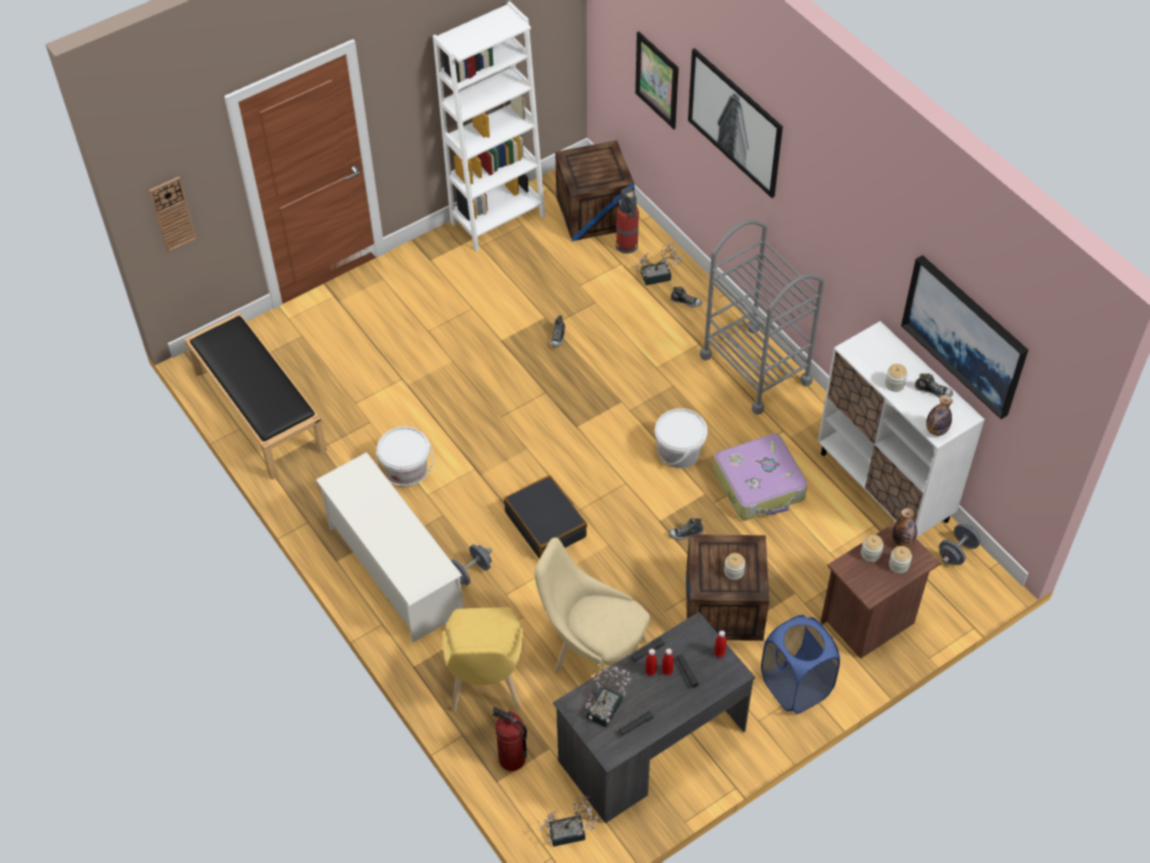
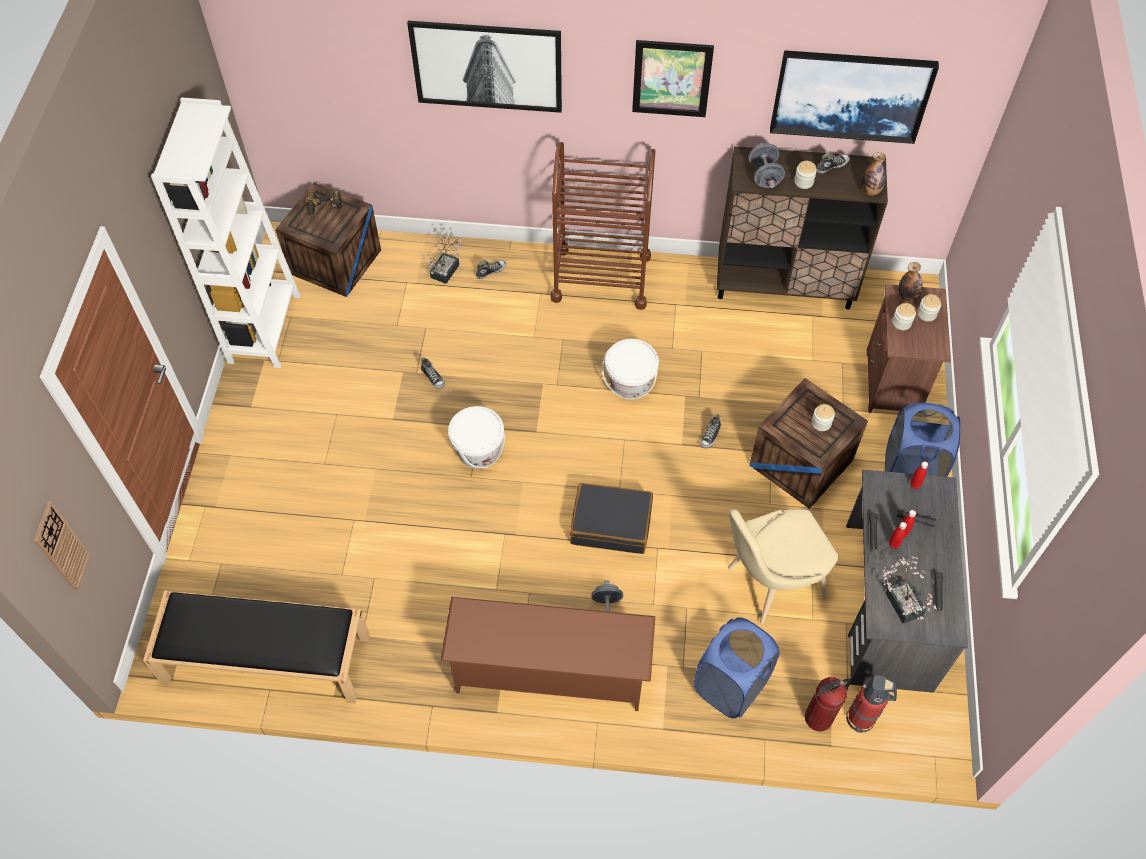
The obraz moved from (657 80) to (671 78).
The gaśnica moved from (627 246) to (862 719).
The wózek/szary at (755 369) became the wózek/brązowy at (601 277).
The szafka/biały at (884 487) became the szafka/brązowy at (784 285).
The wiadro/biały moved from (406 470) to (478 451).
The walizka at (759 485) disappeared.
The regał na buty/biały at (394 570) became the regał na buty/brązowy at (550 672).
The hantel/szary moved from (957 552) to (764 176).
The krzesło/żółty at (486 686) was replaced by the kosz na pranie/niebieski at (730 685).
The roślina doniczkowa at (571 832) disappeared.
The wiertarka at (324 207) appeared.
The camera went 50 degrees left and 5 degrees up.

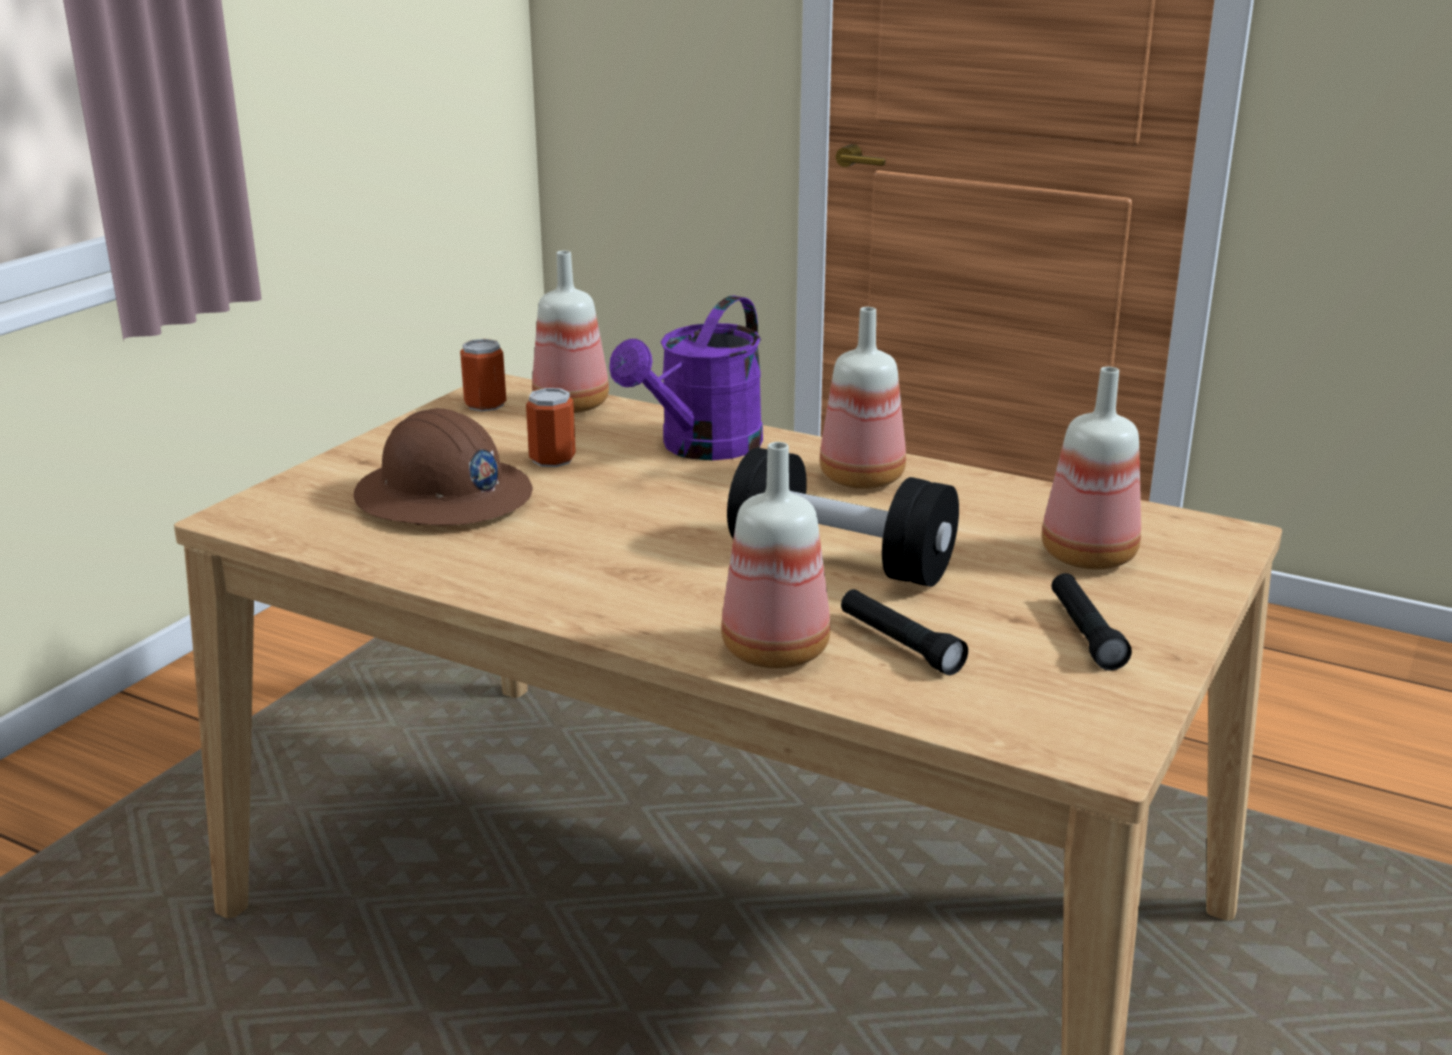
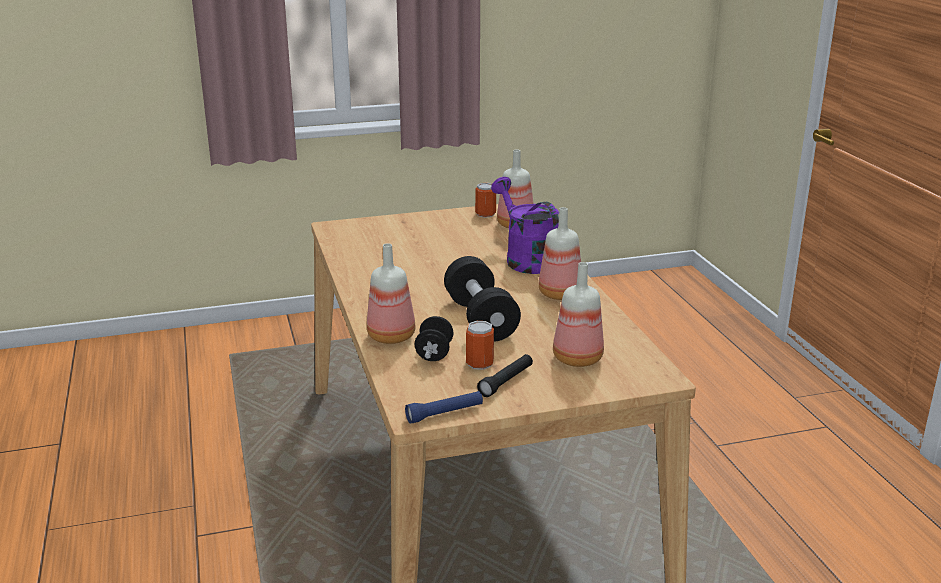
The konewka/fioletowy at (701 448) turned 75 degrees clockwise.
The puszka moved from (552 459) to (479 363).
The kask/brązowy at (443 497) disappeared.
The latarka/czarny at (899 644) was replaced by the hantel/czarny at (434 353).
The latarka/niebieski at (444 413) appeared.
The camera went 45 degrees right and 0 degrees up.

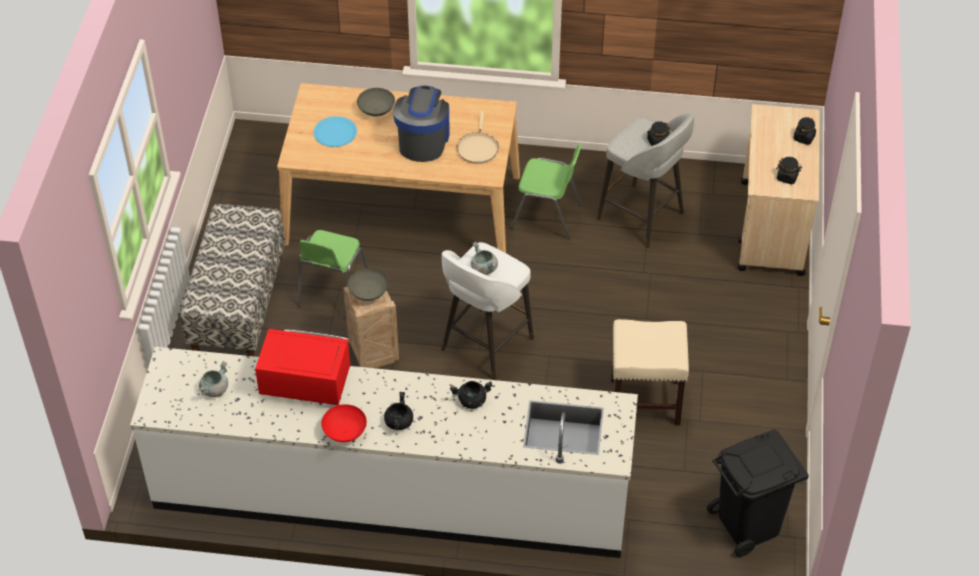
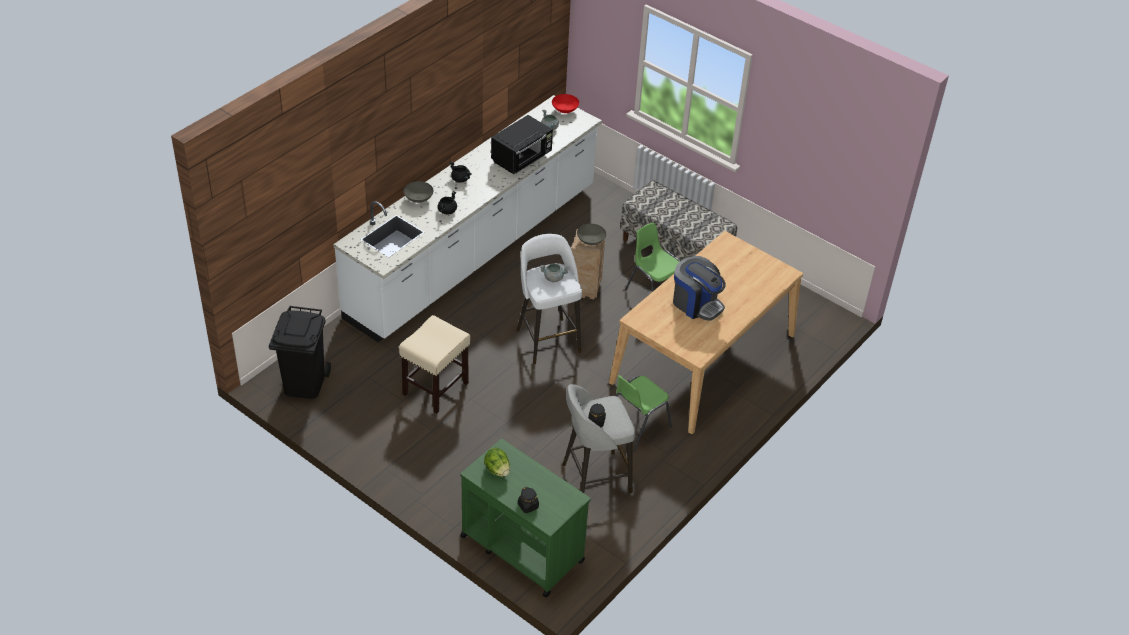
The miska/szary moved from (377 111) to (418 199).
The wózek/beżowy at (771 228) became the wózek/zielony at (521 548).
The patelnia/beżowy at (477 148) disappeared.
The talerz/niebieski at (335 132) disappeared.
The słoik/czarny at (787 177) was replaced by the sałata at (497 470).
The mikrofalówka/czerwony at (304 383) became the mikrofalówka/czarny at (522 158).
The miska/czerwony moved from (344 432) to (565 110).
The camera went 120 degrees right and 5 degrees down.

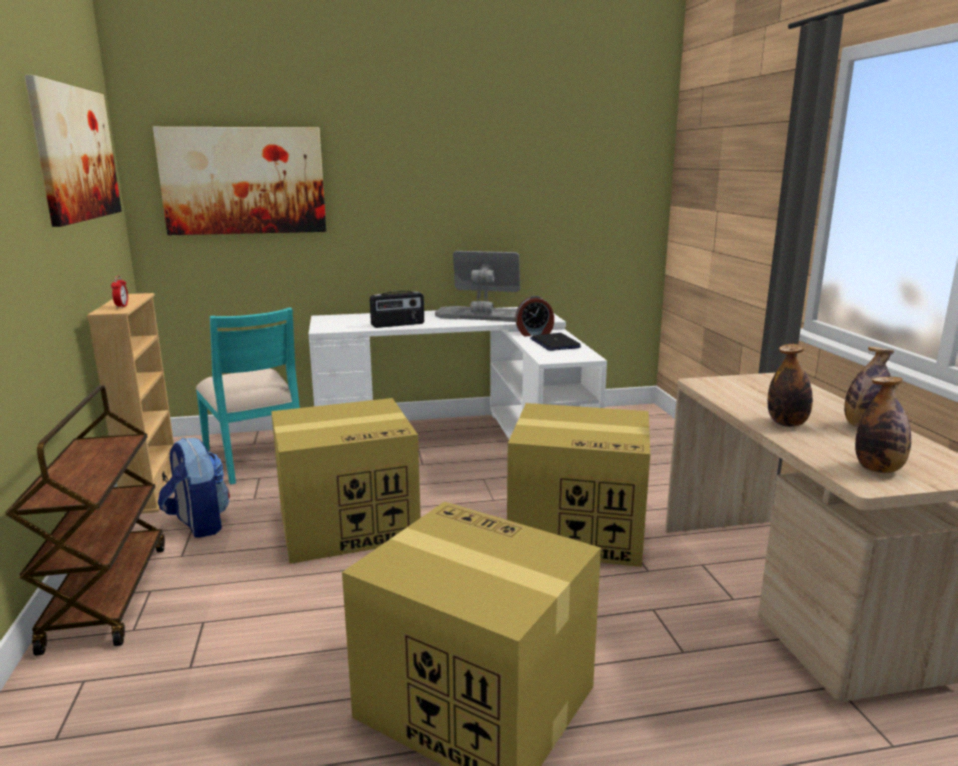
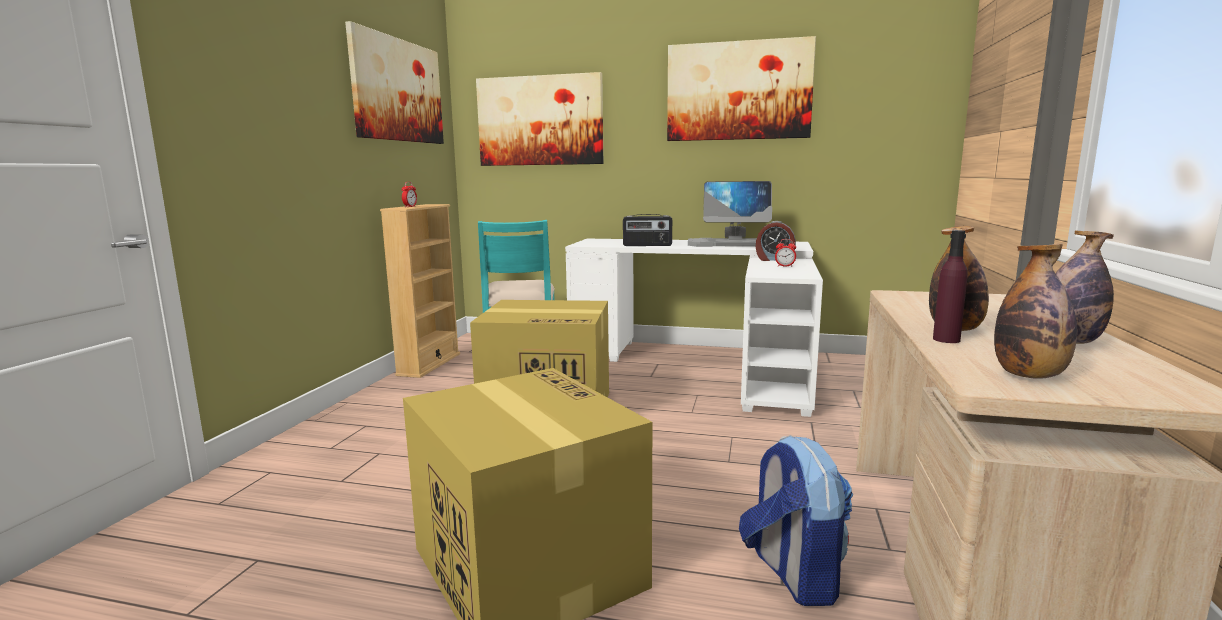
The monitor at (484 315) turned 150 degrees clockwise.
The laptop at (554 343) was replaced by the budzik at (785 266).
The wózek/brązowy at (107 595) disappeared.
The karton at (579 529) disappeared.
The plecak moved from (198 524) to (792 574).
The obraz at (738 91) appeared.
The butelka/fioletowy at (946 339) appeared.
The camera went 25 degrees right and 5 degrees down.

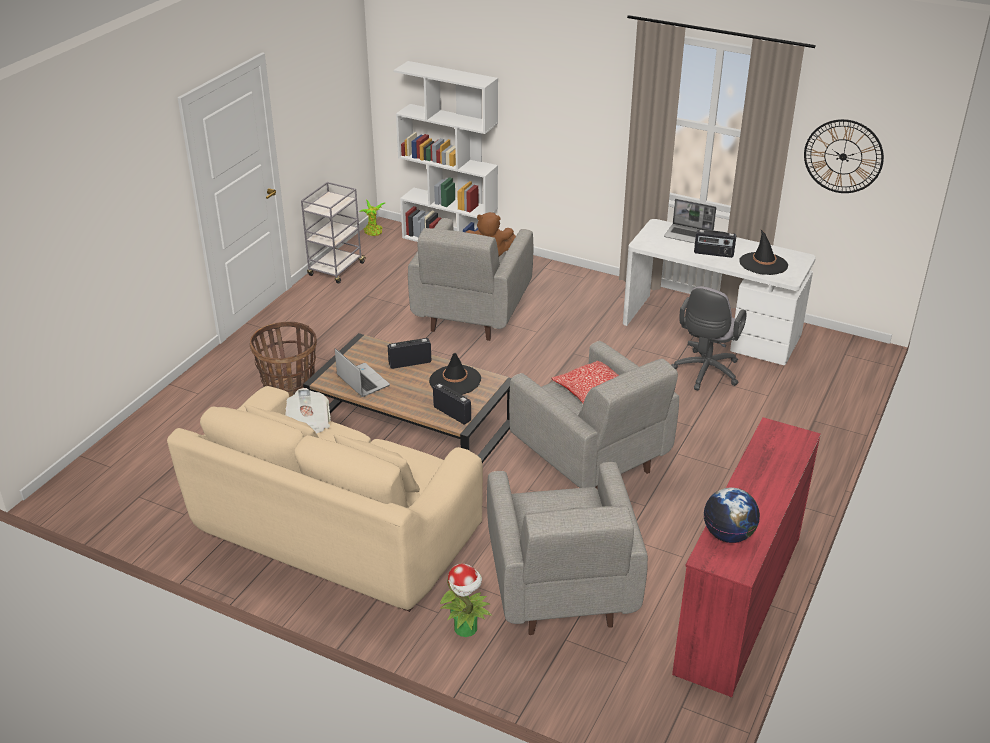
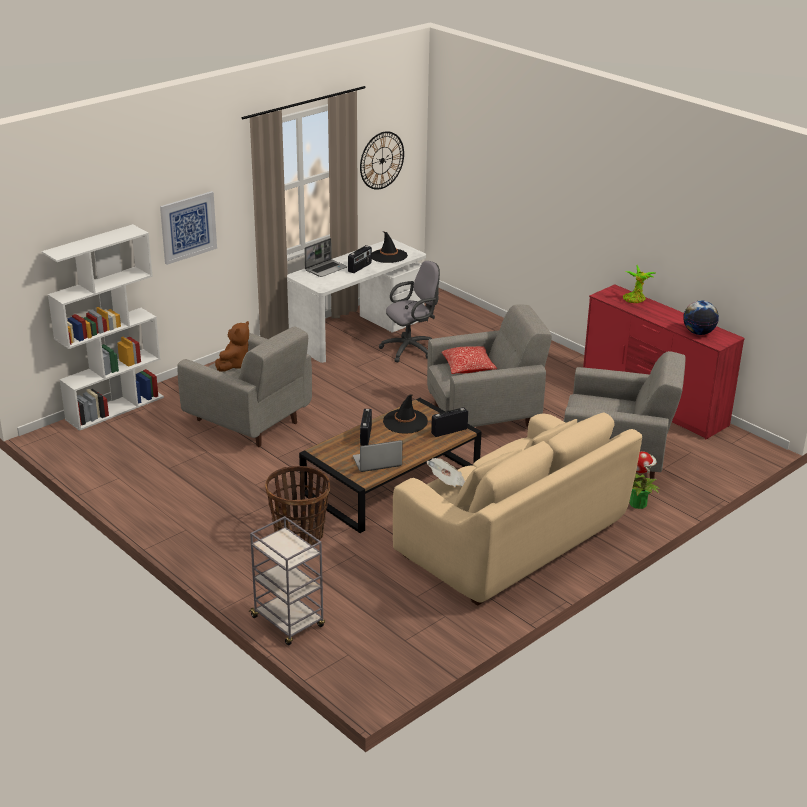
The wózek/szary moved from (336 270) to (288 622).
The roślina doniczkowa moved from (373 232) to (635 300).
The krzesło biurowe/szary at (705 373) turned 75 degrees counterclockwise.
The obraz at (188 227) appeared.
The camera went 70 degrees left and 5 degrees down.

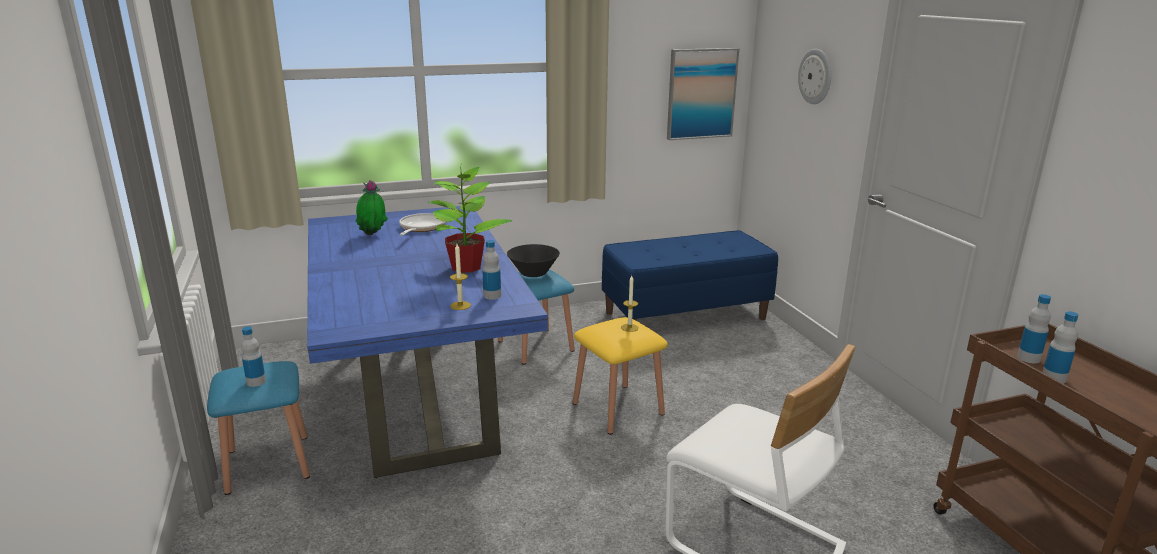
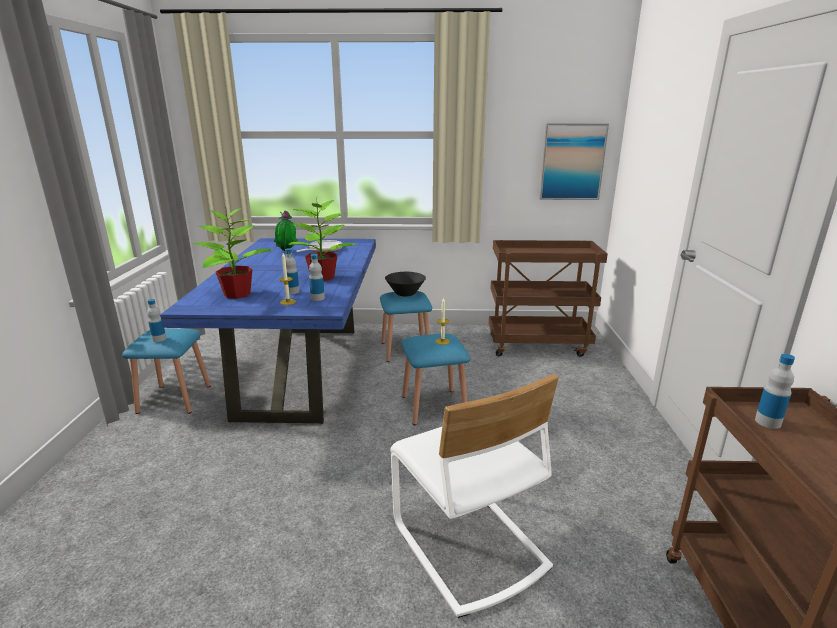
The zegar ścienny at (816 76) disappeared.
The ławka/niebieski at (685 315) was replaced by the wózek/brązowy at (538 345).
The butelka moved from (1053 378) to (292 291).
The stołek/żółty at (618 408) became the stołek/niebieski at (434 406).
The roślina doniczkowa at (236 294) appeared.
The camera went 20 degrees right and 0 degrees up.

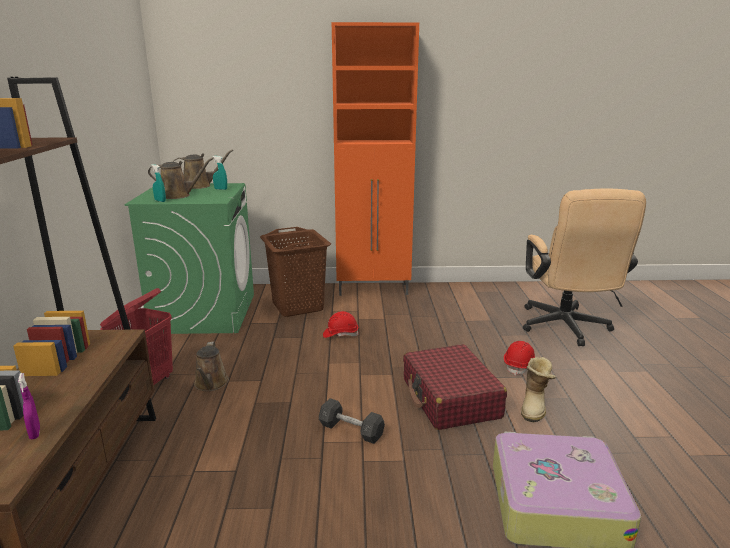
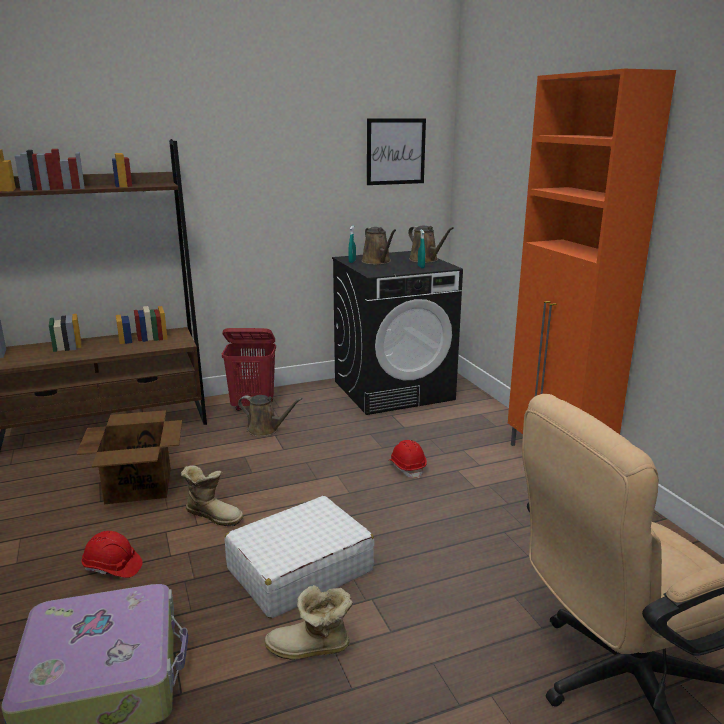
The pralka/zielony at (204 313) became the pralka/czarny at (394 390).
The kosz na pranie/brązowy at (298 306) disappeared.
The kask/czerwony moved from (519 366) to (112 567).
The konewka/brązowy at (211 384) turned 135 degrees counterclockwise.
The walizka/czerwony at (450 399) became the walizka/biały at (299 570).
The spryskiwacz/fioletowy at (35 433) disappeared.
The hantel/szary at (351 430) was replaced by the but z cholewką at (214 515).
The obraz at (395 151) appeared.
The karton at (139 485) appeared.
The camera went 70 degrees right and 0 degrees up.

